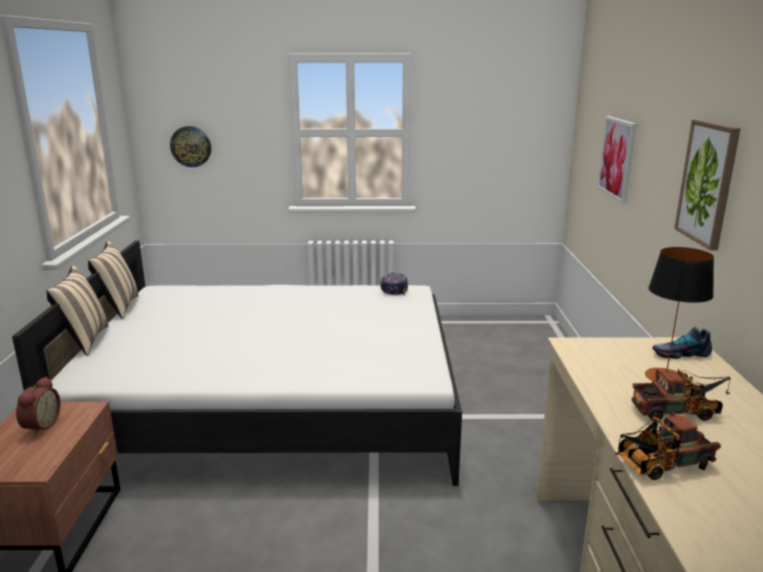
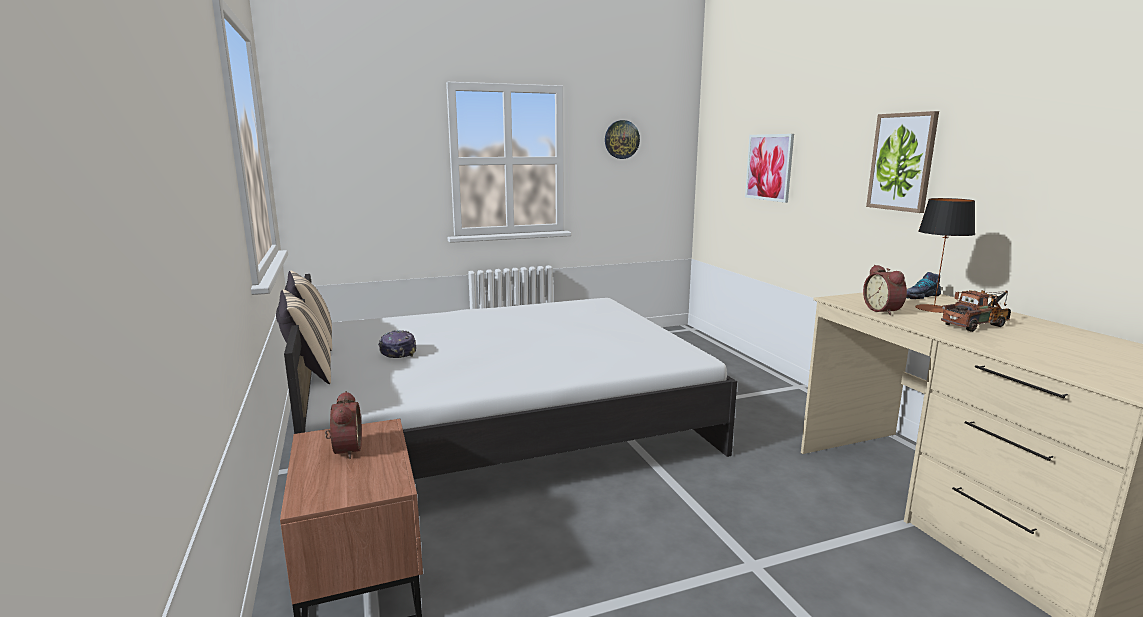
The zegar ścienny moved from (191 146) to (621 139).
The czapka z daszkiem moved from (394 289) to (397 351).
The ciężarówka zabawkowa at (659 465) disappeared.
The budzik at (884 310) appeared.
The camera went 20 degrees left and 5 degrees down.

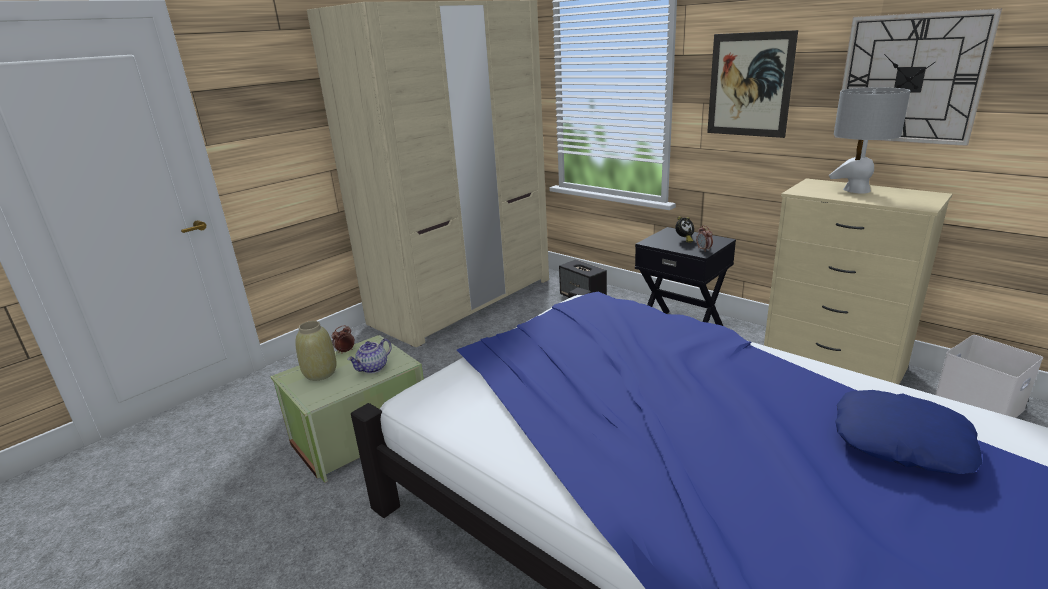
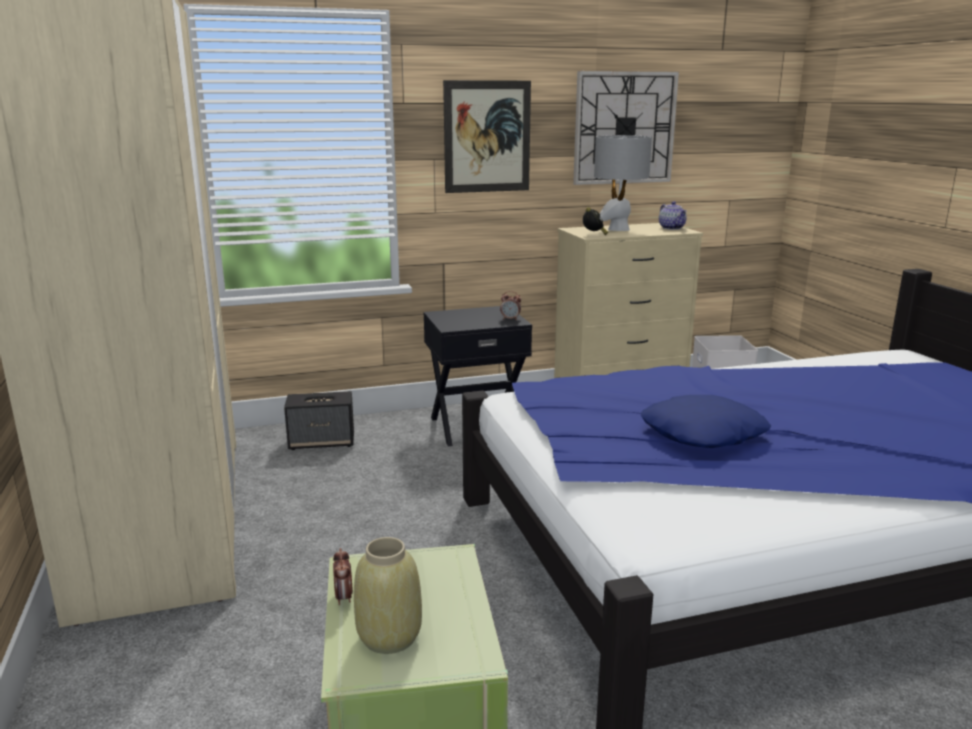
The budzik moved from (684 240) to (594 235).
The imbryk moved from (373 368) to (672 228).
The poduszka/niebieski moved from (901 440) to (702 433).
The camera went 60 degrees left and 5 degrees down.

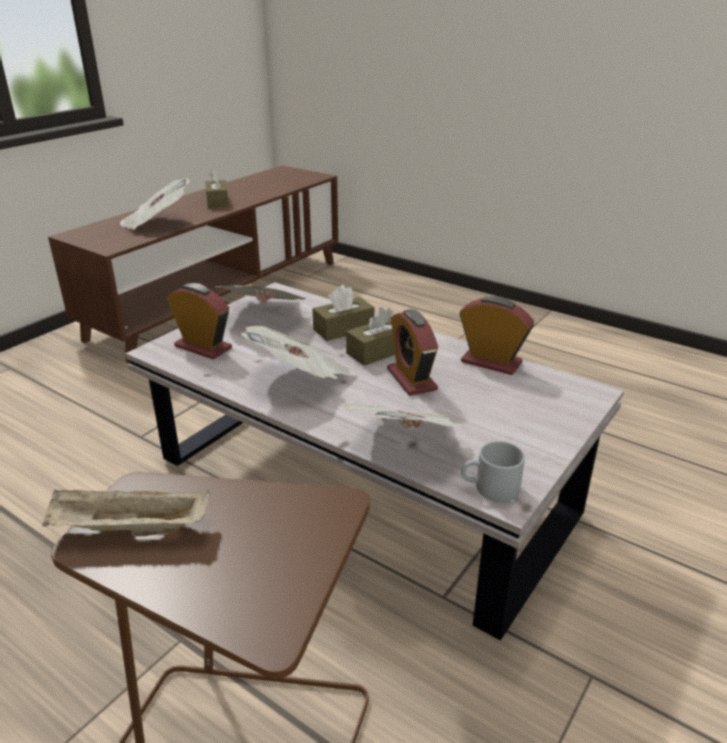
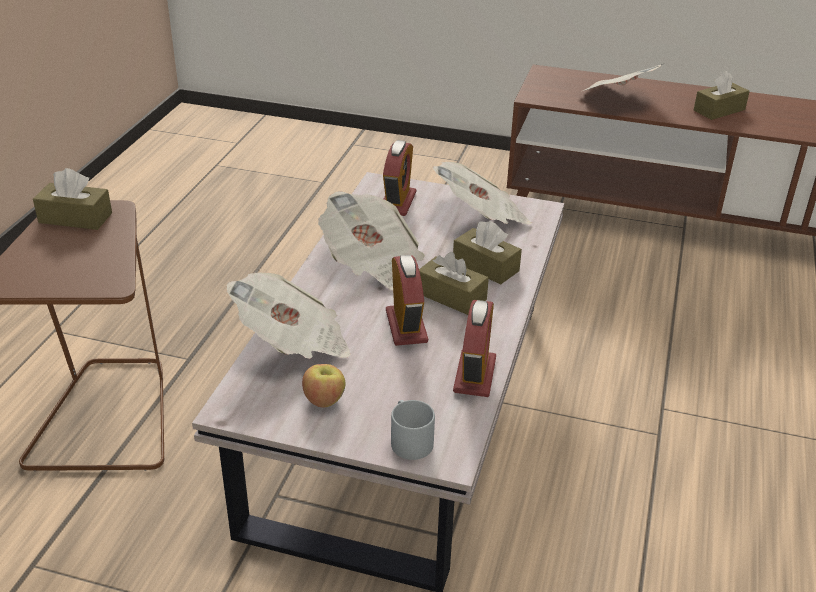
The budzik at (411 379) turned 120 degrees clockwise.
The kubek/szary moved from (490 488) to (408 440).
The taca/beżowy at (128 530) was replaced by the pudełko chusteczek/brązowy at (75 218).
The jabłko at (324 400) appeared.
The camera went 70 degrees right and 5 degrees up.

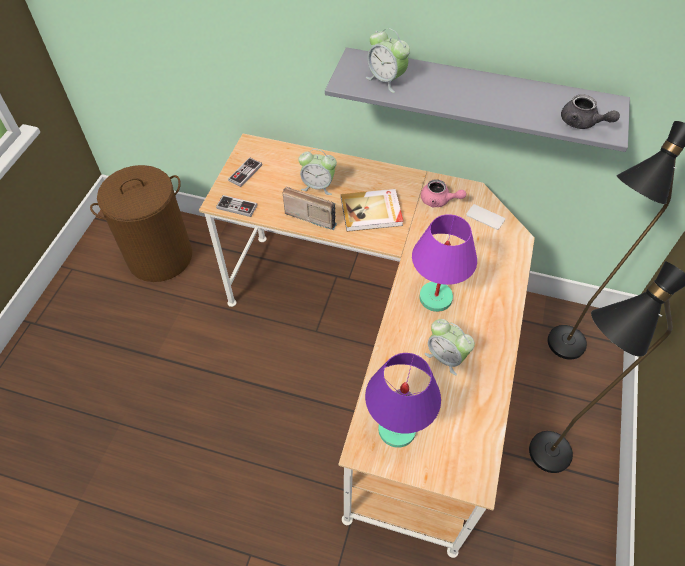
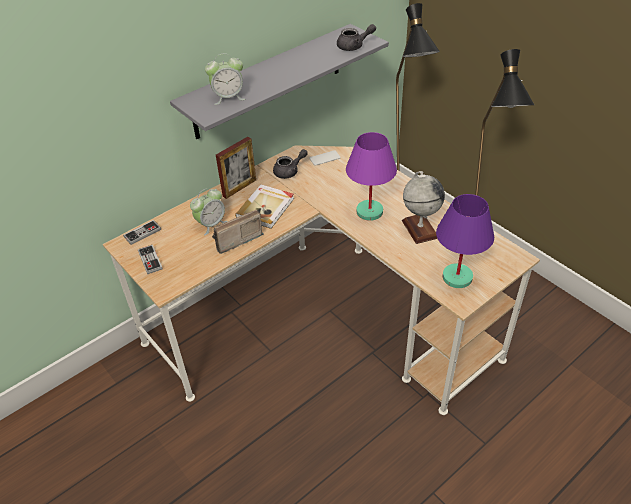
The kosz na pranie/brązowy at (160 256) disappeared.
The imbryk/różowy at (439 201) became the imbryk/szary at (289 171).
The pad do gier moved from (237 207) to (142 233).
The budzik at (446 357) was replaced by the globus at (419 229).
The ramka na zdjęcie at (239 188) appeared.
The camera went 55 degrees left and 10 degrees down.

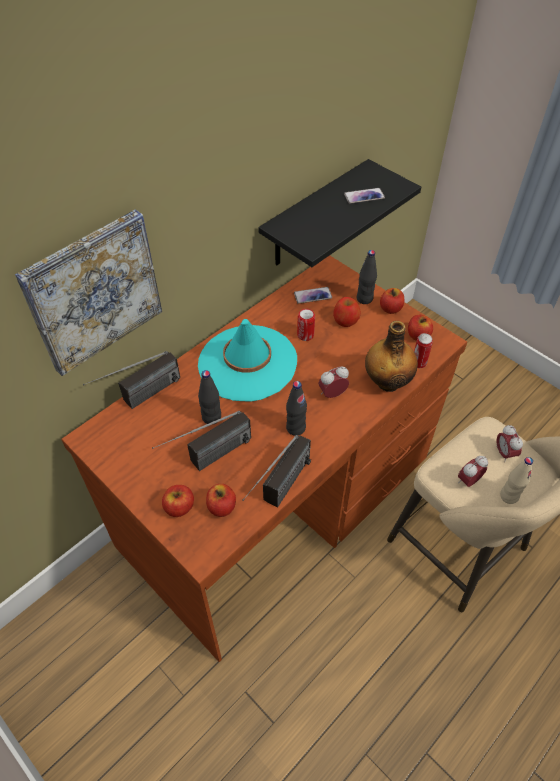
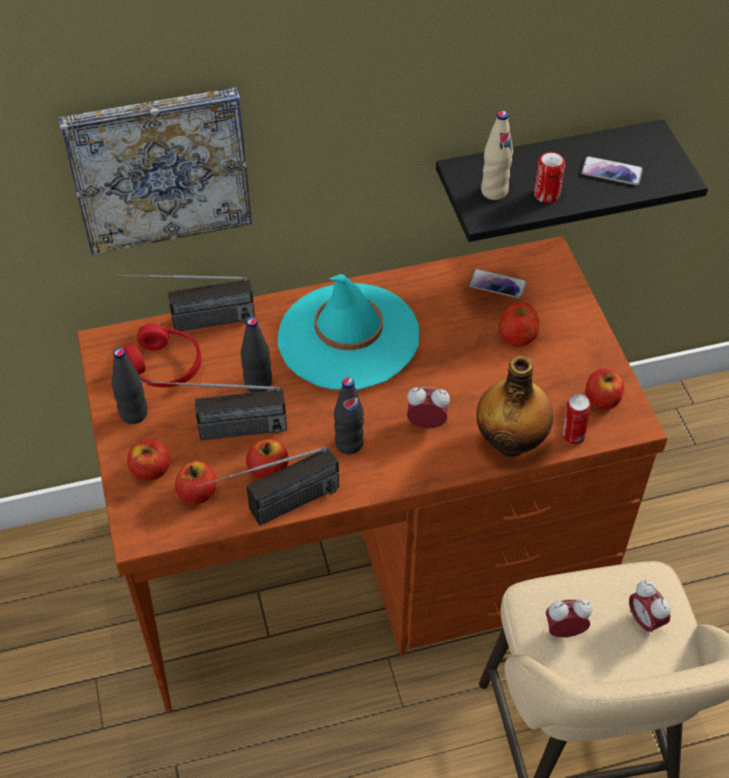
The butelka/czarny moved from (364 299) to (134 414).
The jabłko moved from (390 309) to (268 470).
The puszka moved from (305 335) to (546 195).
The budzik at (504 453) turned 45 degrees counterclockwise.
The butelka/beżowy moved from (509 496) to (494 191).
The słuchawki/czerwony at (165 366) appeared.
The camera went 30 degrees right and 0 degrees up.

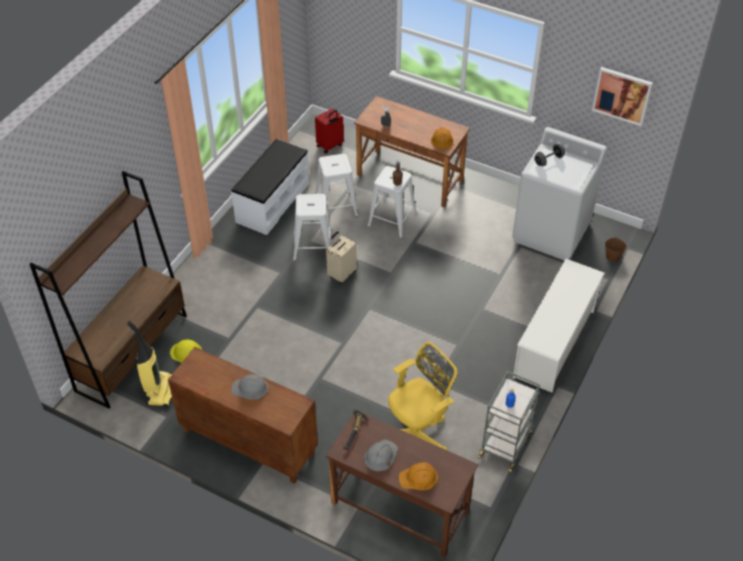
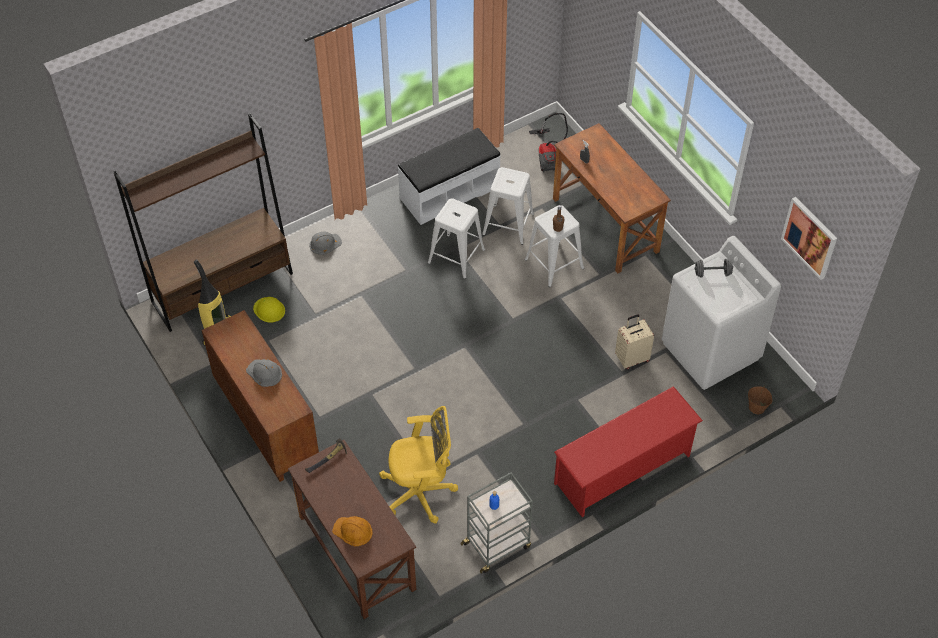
The walizka/czerwony at (330 146) was replaced by the odkurzacz at (548 155).
The kask/pomarańczowy at (442 139) disappeared.
The walizka/beżowy moved from (341 274) to (632 358).
The regał na buty/biały at (554 343) became the regał na buty/czerwony at (623 469).
The kask/szary moved from (381 455) to (325 243).
The camera went 30 degrees right and 5 degrees up.

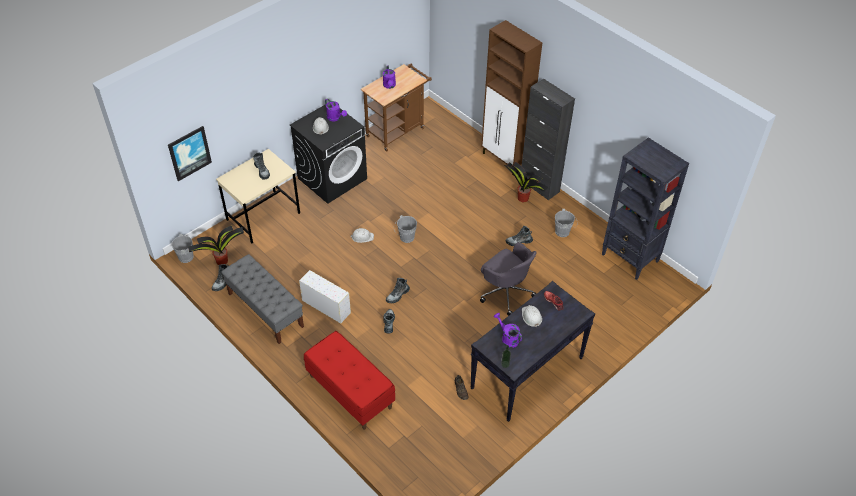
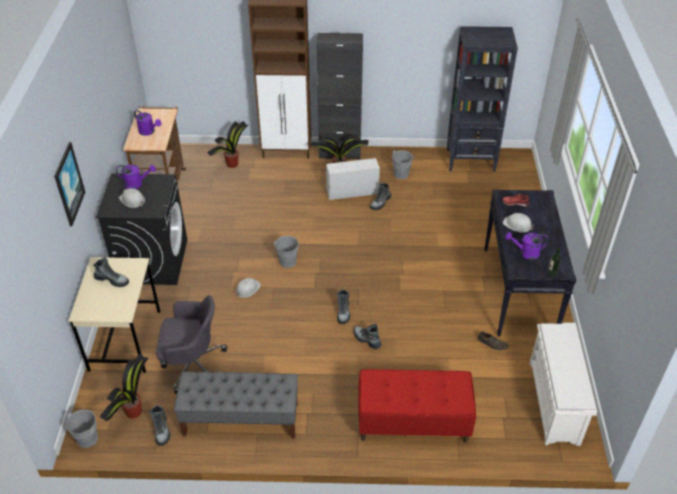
The obraz moved from (189 153) to (68 184).
The krzesło biurowe/szary moved from (506 292) to (192 365).
The pojemnik do przechowywania/biały moved from (325 306) to (351 192).
The roślina doniczkowa at (231 164) appeared.
The regał na buty/biały at (555 403) appeared.
The camera went 45 degrees left and 5 degrees down.

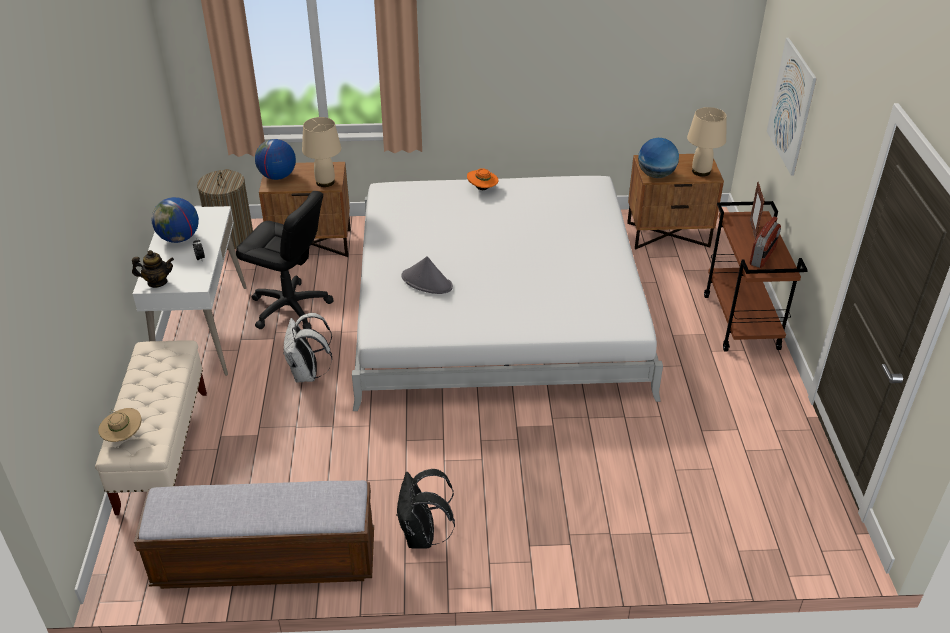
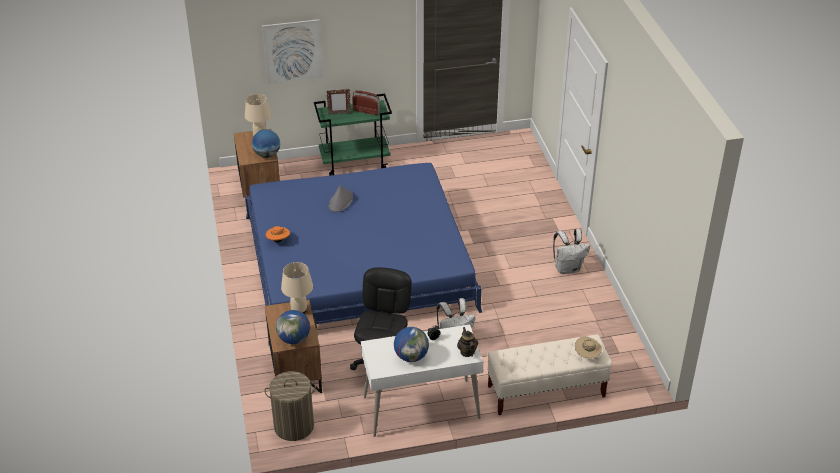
The łóżko/biały at (497 305) became the łóżko/niebieski at (359 263).
The wózek/brązowy at (742 322) became the wózek/zielony at (355 162).
The kapelusz/szary moved from (427 282) to (340 201).
The plecak/czarny at (422 536) became the plecak/biały at (568 268).
The ławka at (265 561) disappeared.
The camera went 100 degrees left and 0 degrees up.

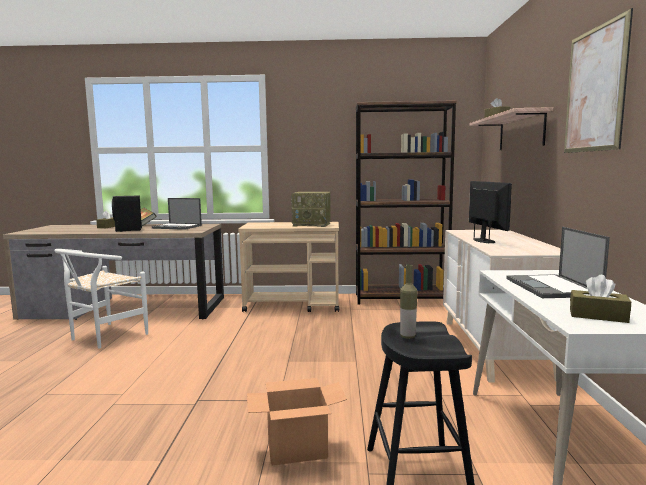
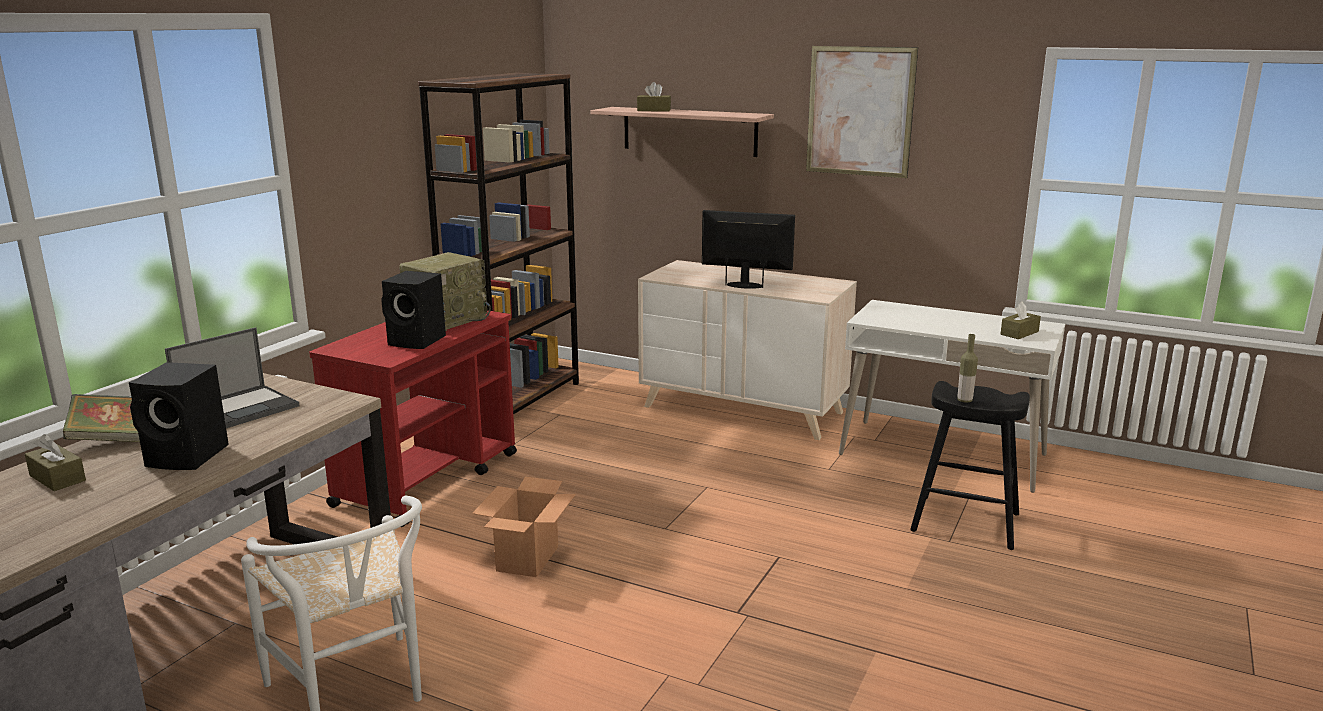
The wózek/beżowy at (293 305) became the wózek/czerwony at (428 479).
The laptop at (553 287) disappeared.
The karton moved from (296 450) to (527 559).
The głośnik/czarny at (418 341) appeared.
The camera went 65 degrees left and 10 degrees up.

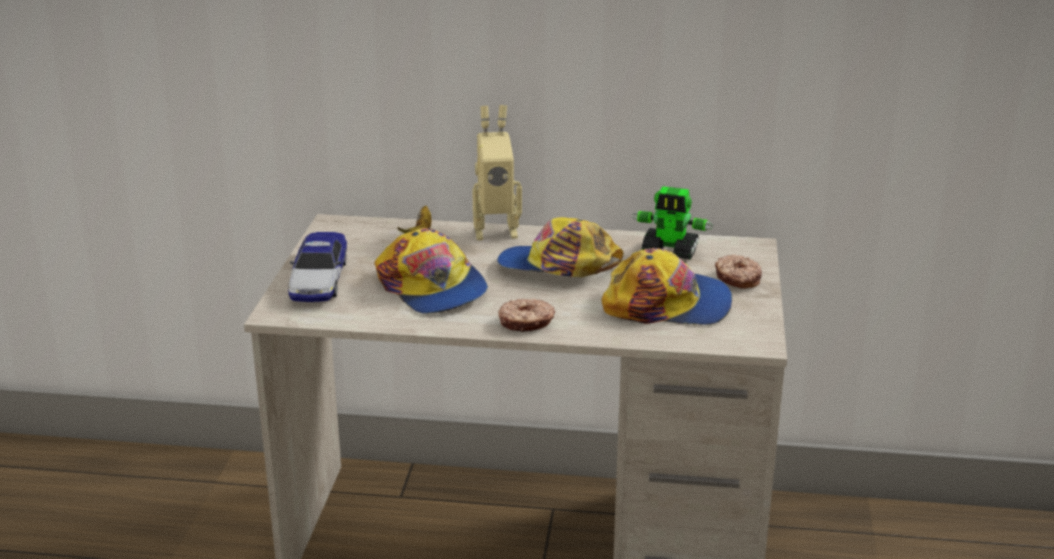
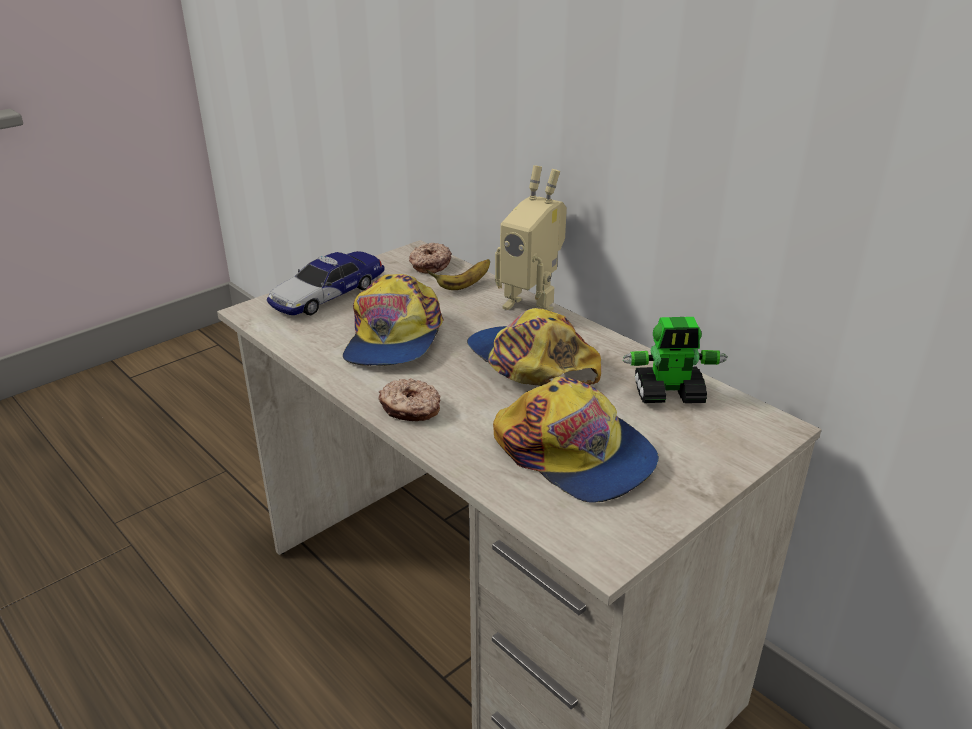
The robot zabawkowy at (670 251) turned 60 degrees counterclockwise.
The donut moved from (737 279) to (429 265).
The camera went 40 degrees right and 5 degrees up.

